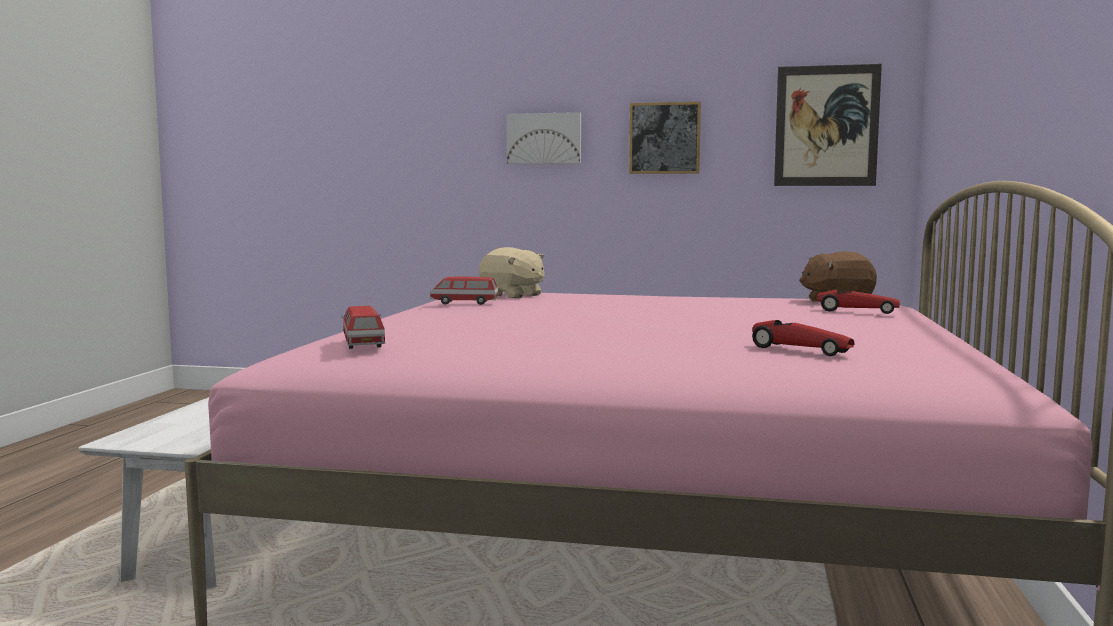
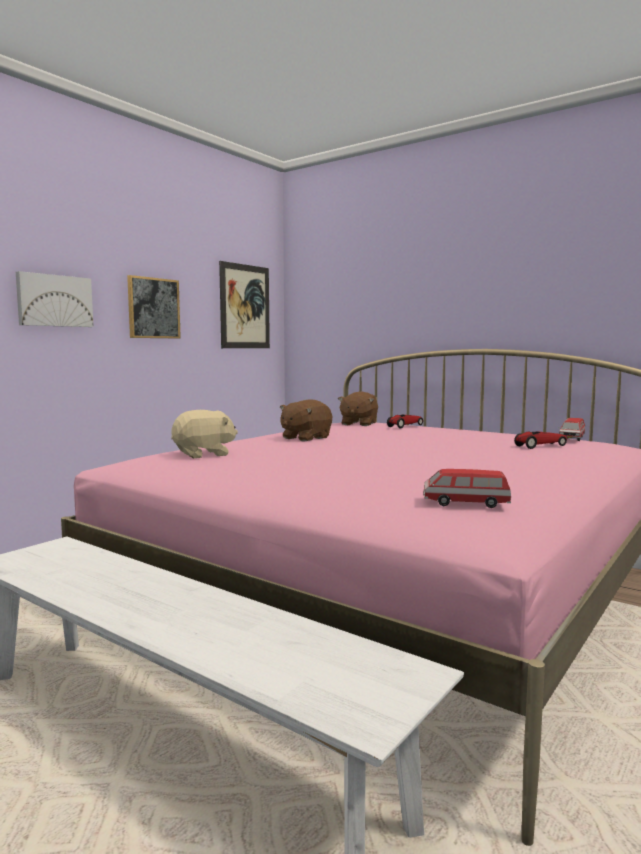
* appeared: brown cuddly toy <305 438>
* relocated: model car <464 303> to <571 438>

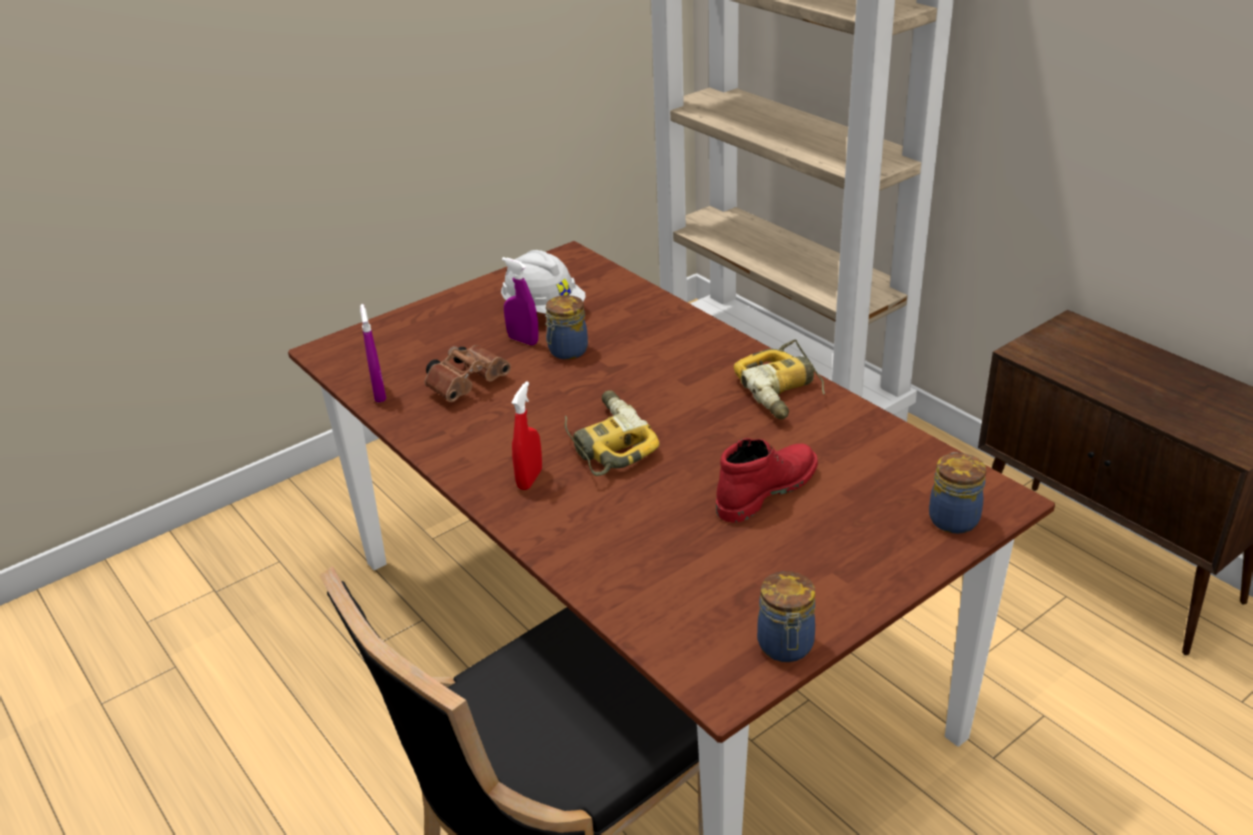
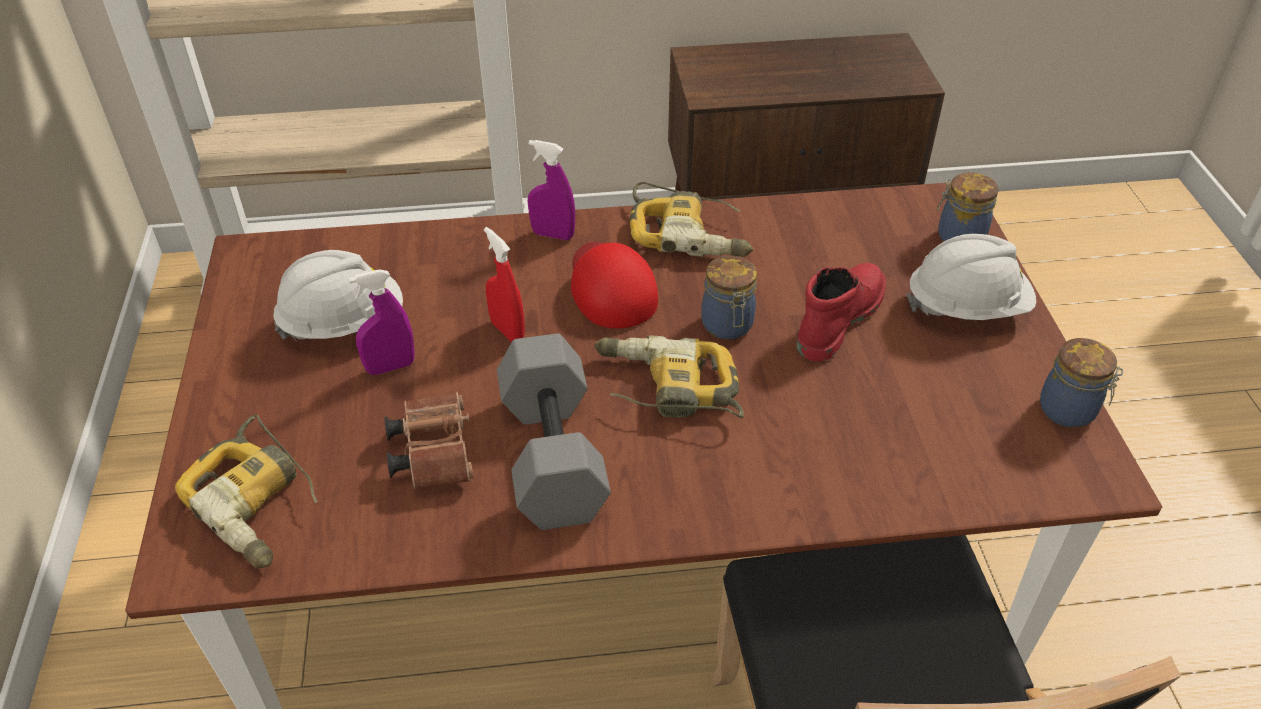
* appeared: power drill <259 503>
* relocated: reddish sprayer <529 479> to <507 331>
* appeared: greyish dumbbell <549 454>
* relocated: purplish sprayer <379 394> to <553 235>
* appeared: reddish cap <611 287>
* relocated: storage jar <566 351> to <727 326>
* spun: reddish boot <765 490> = <838 318> 45 degrees clockwise
* appeared: white hard hat <966 307>

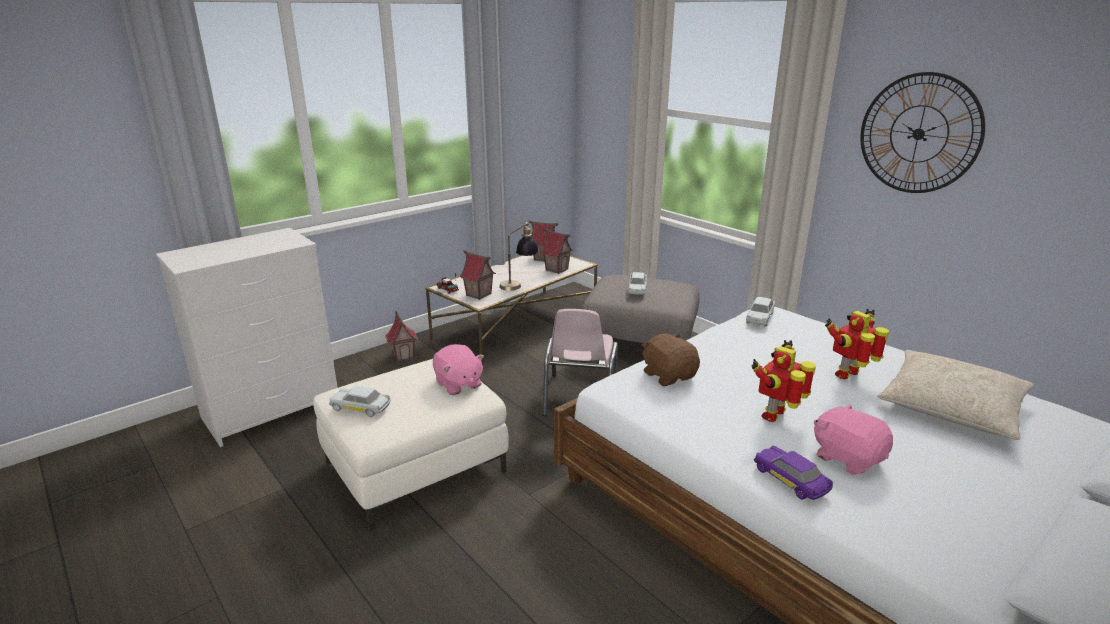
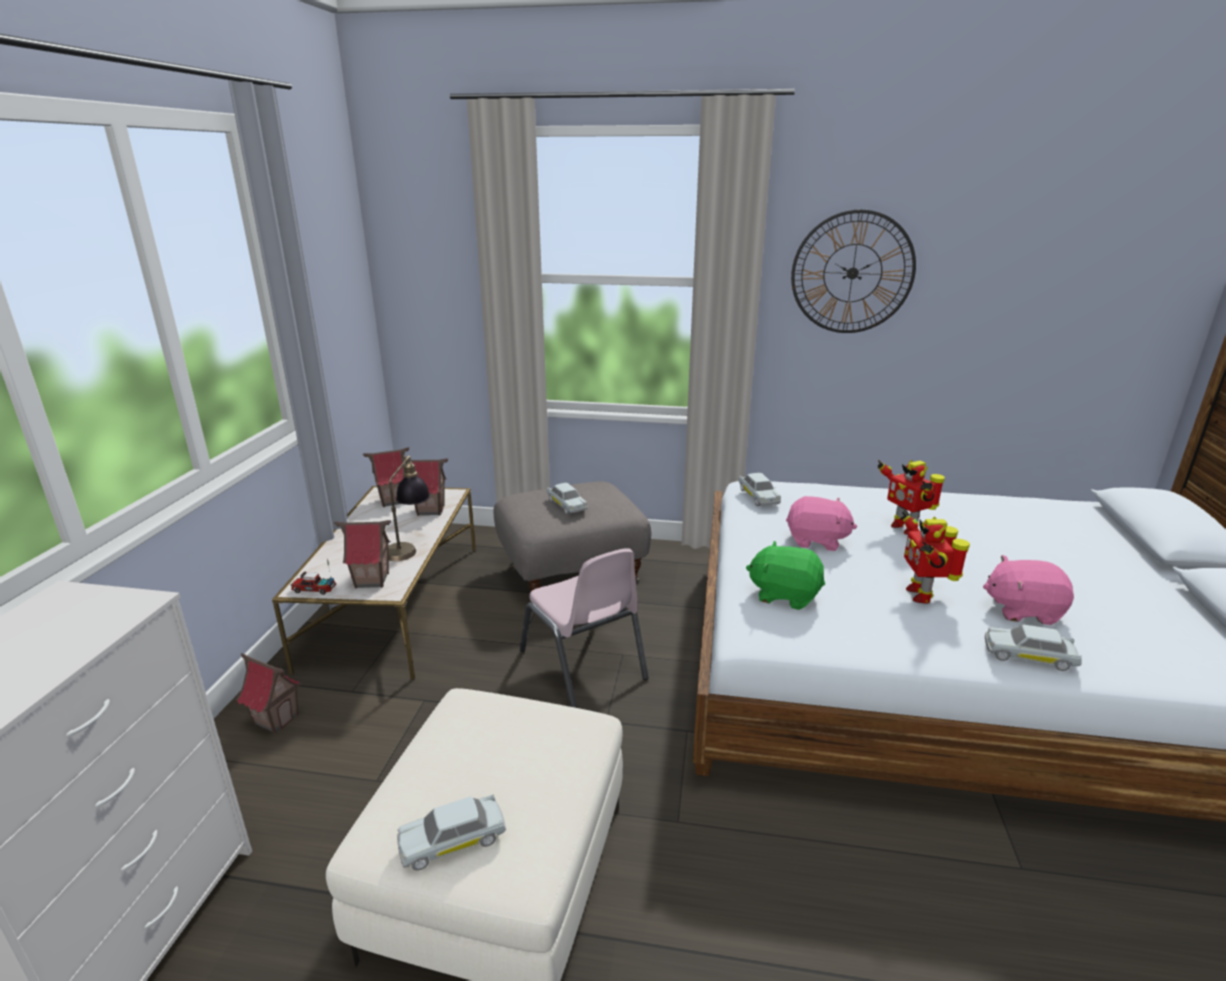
* colour: brown cuddly toy <669 375> to green-coloured cuddly toy <784 595>
* relocated: pinkish cuddly toy <458 384> to <816 541>
* spun: model robot <849 375> = <904 527> 45 degrees counterclockwise
* colour: purplish model car <790 480> to white model car <1029 656>
* missing: beige cushion <951 406>

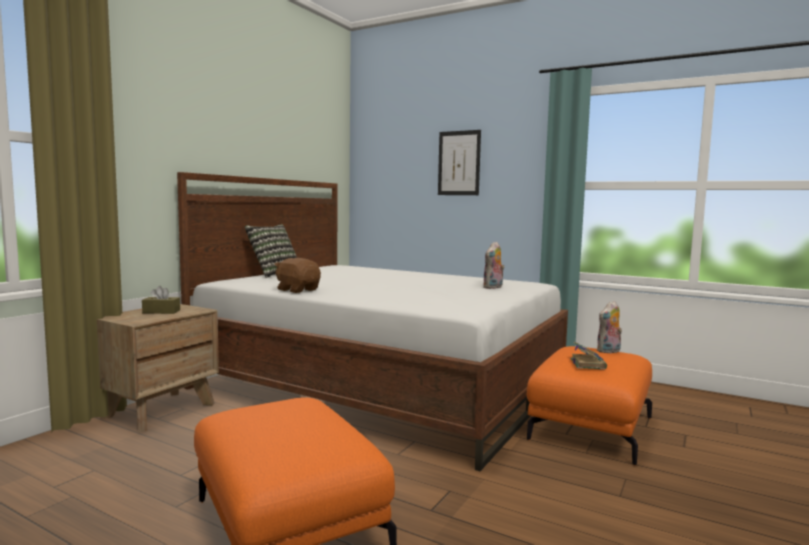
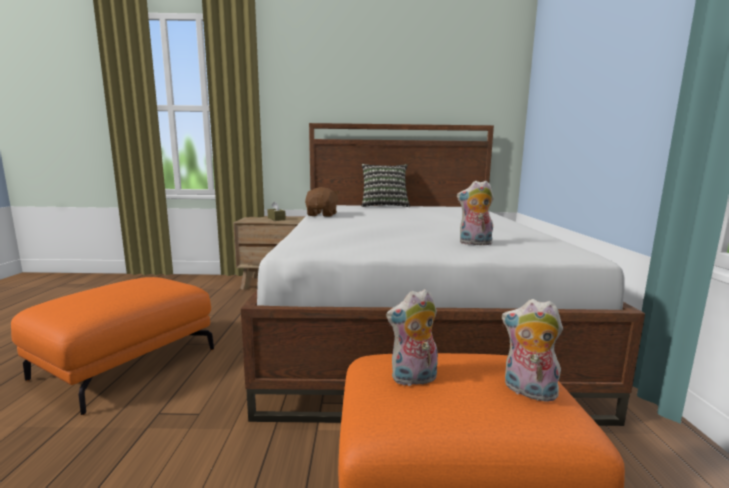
* exchanged: volume <587 363> to cuddly toy <413 379>
* missing: picture <459 163>

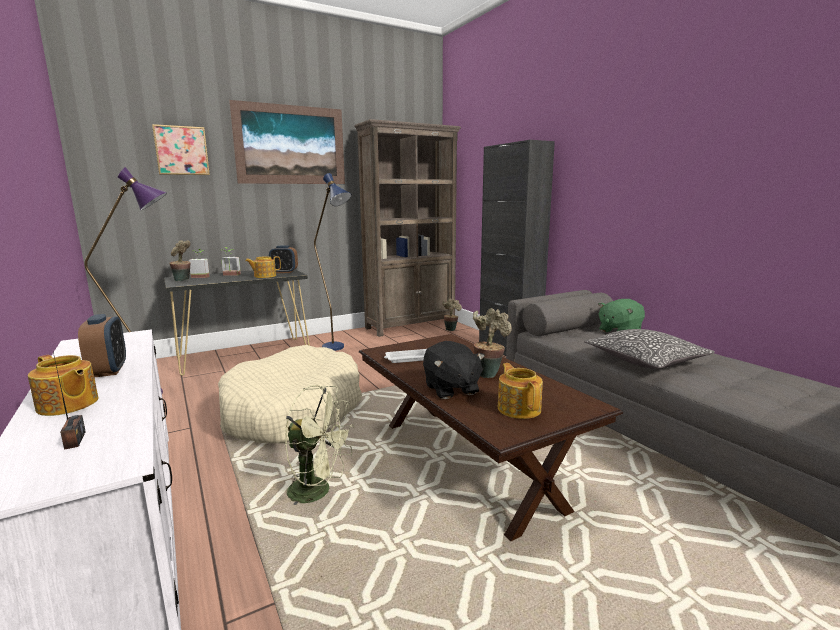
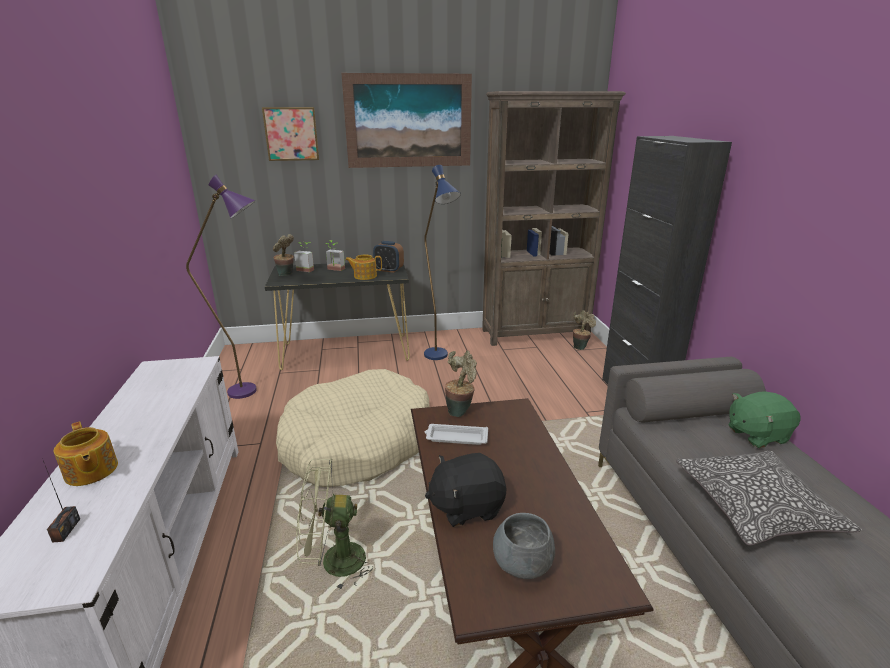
* spun: green-coloured cooling fan <318 492> = <333 563> 135 degrees clockwise
* spun: blackish cuddly toy <451 389> = <466 506> 75 degrees clockwise
* relocated: potted plant <489 373> to <460 411>
* exchanged: tea pot <519 408> to greyish deep dish <522 565>
* missing: bedside clock <108 371>

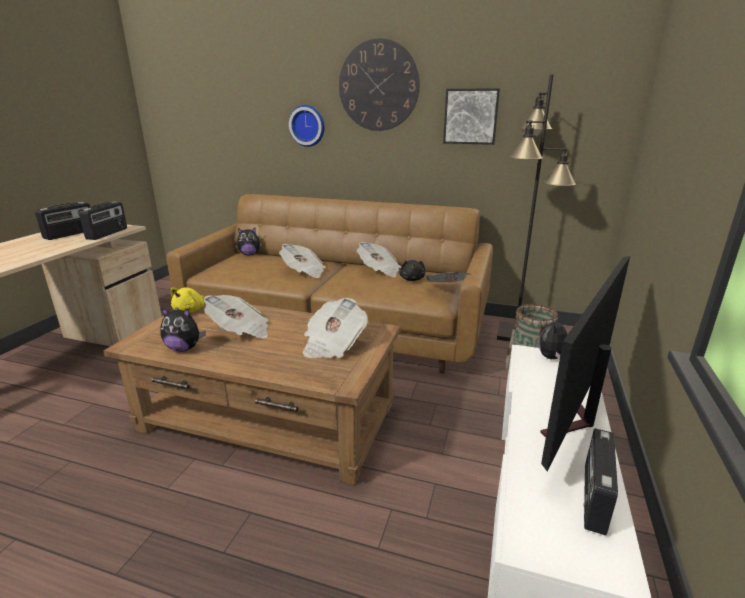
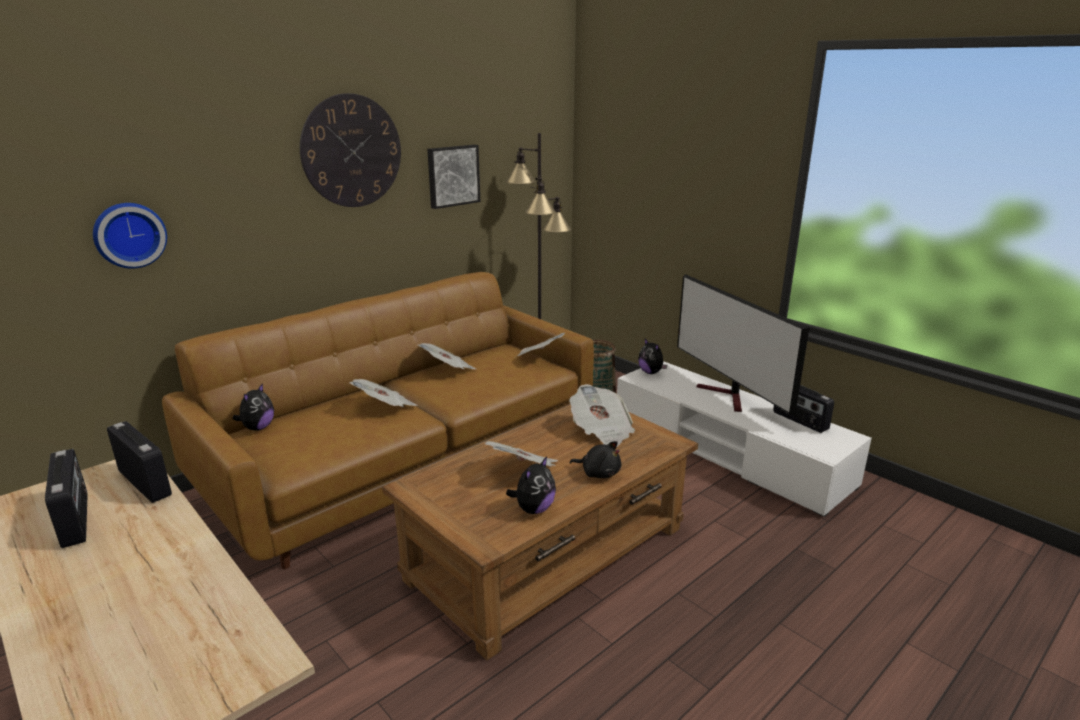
* relocated: hanging clock <308 125> to <129 234>
* relocated: blackish cuddly toy <412 279> to <598 473>
* missing: yellow-coloured cuddly toy <190 310>

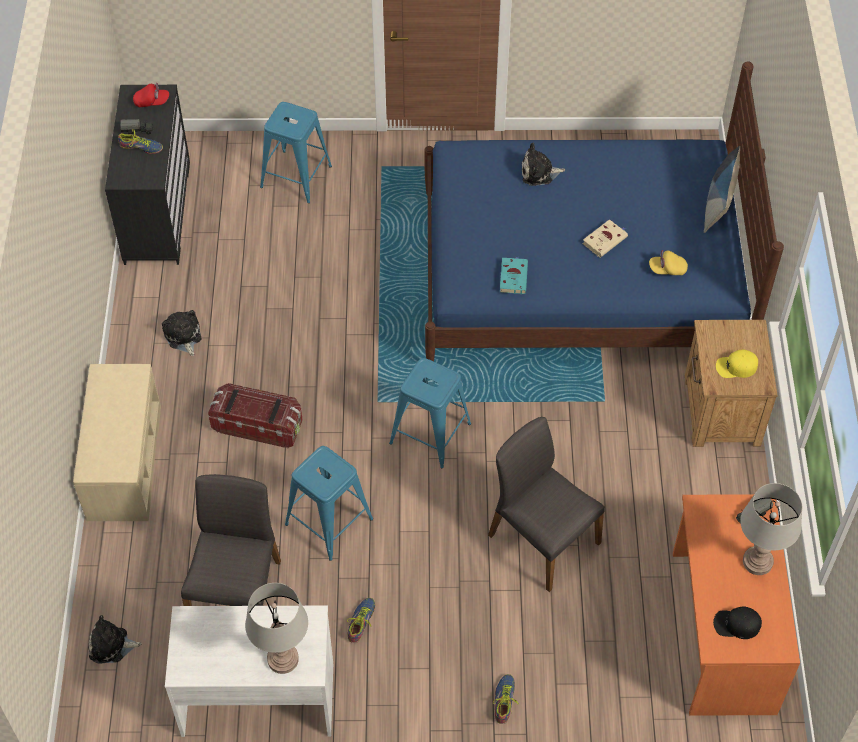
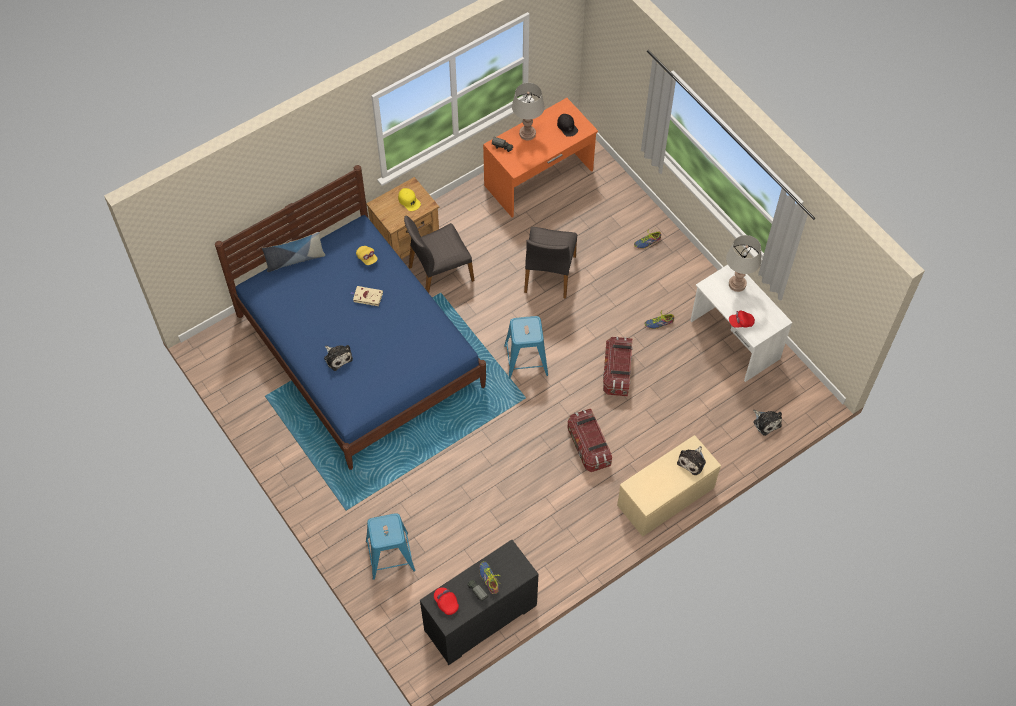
* relocated: greyish chair <237 593> to <439 273>
* exchanged: bluish stool <329 521> to storage bin <617 372>
* relocated: cuddly toy <183 337> to <692 461>
* appeared: reddish cap <741 322>
* missing: blue-green volume <513 276>

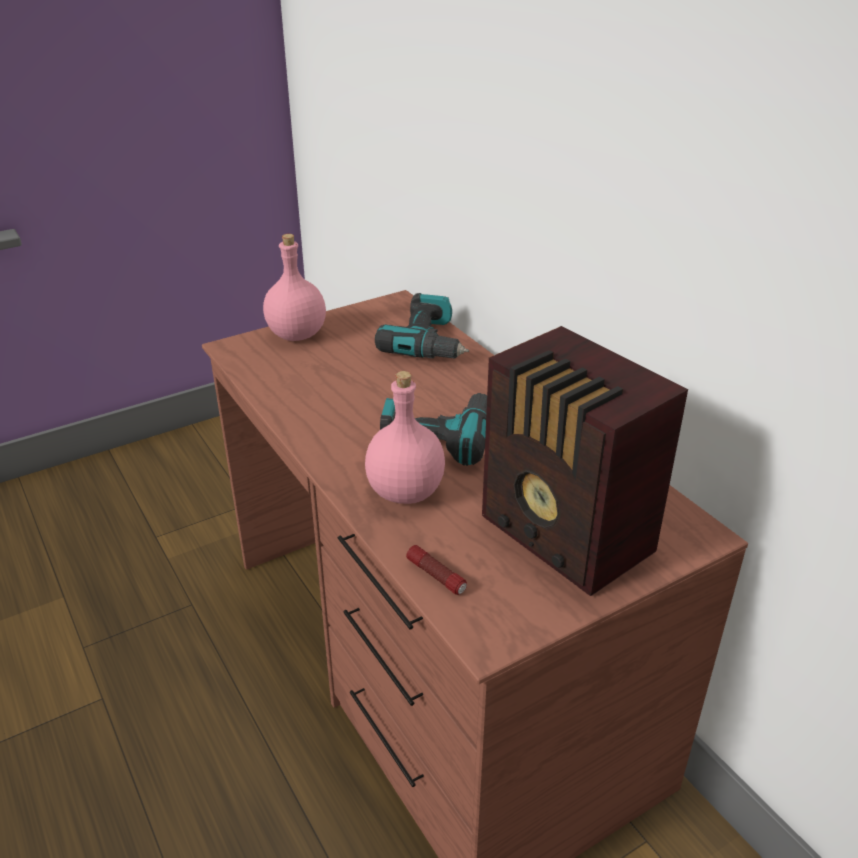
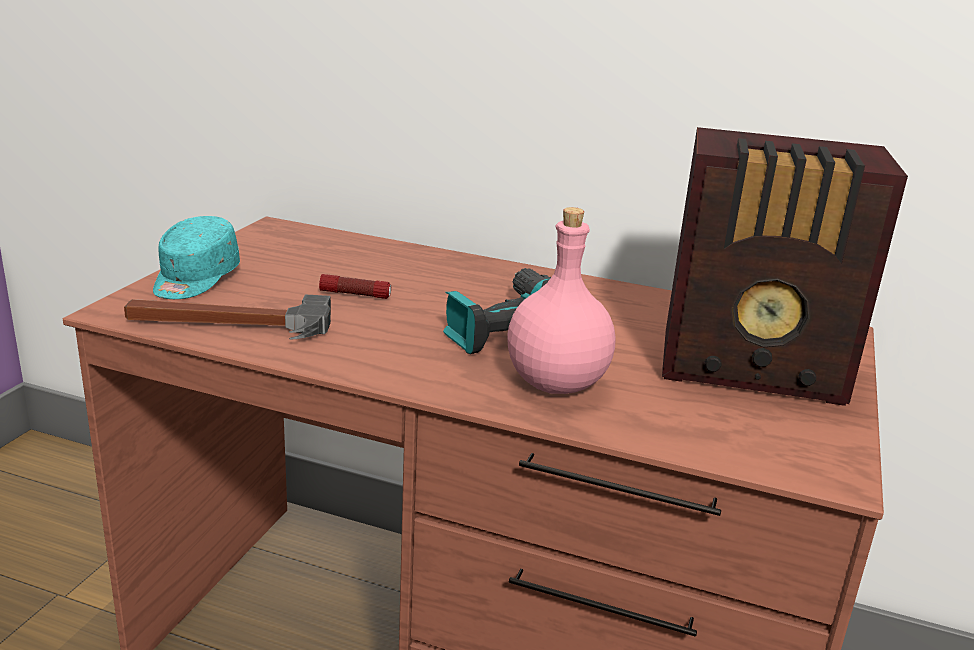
* appeared: hand hammer <228 324>
* exchanged: pinkish bottle <298 334> to blue-green cap <195 279>
* relocated: hand torch <436 576> to <355 294>
* missing: power drill <429 342>

